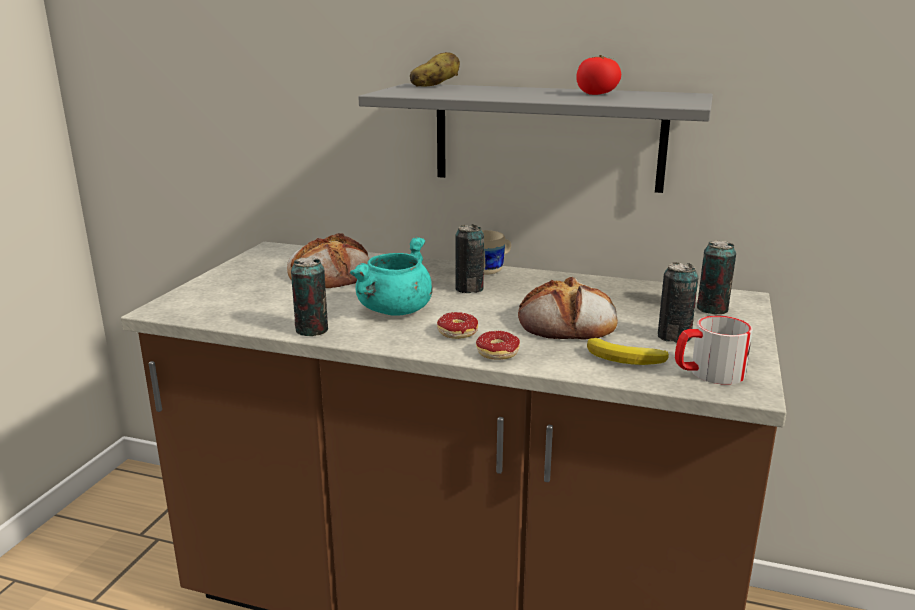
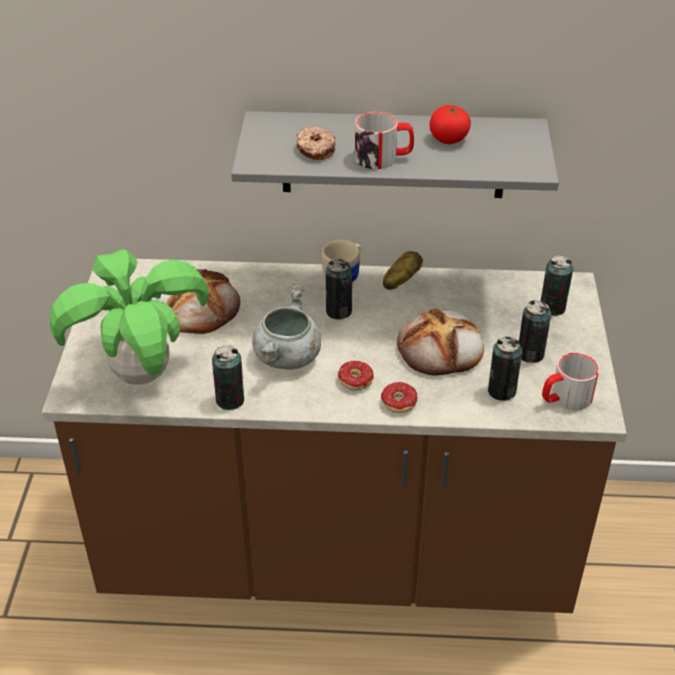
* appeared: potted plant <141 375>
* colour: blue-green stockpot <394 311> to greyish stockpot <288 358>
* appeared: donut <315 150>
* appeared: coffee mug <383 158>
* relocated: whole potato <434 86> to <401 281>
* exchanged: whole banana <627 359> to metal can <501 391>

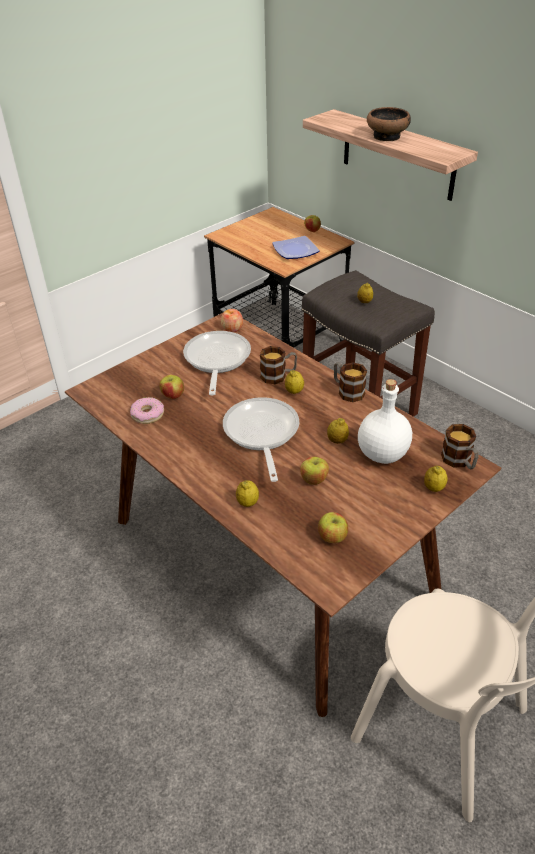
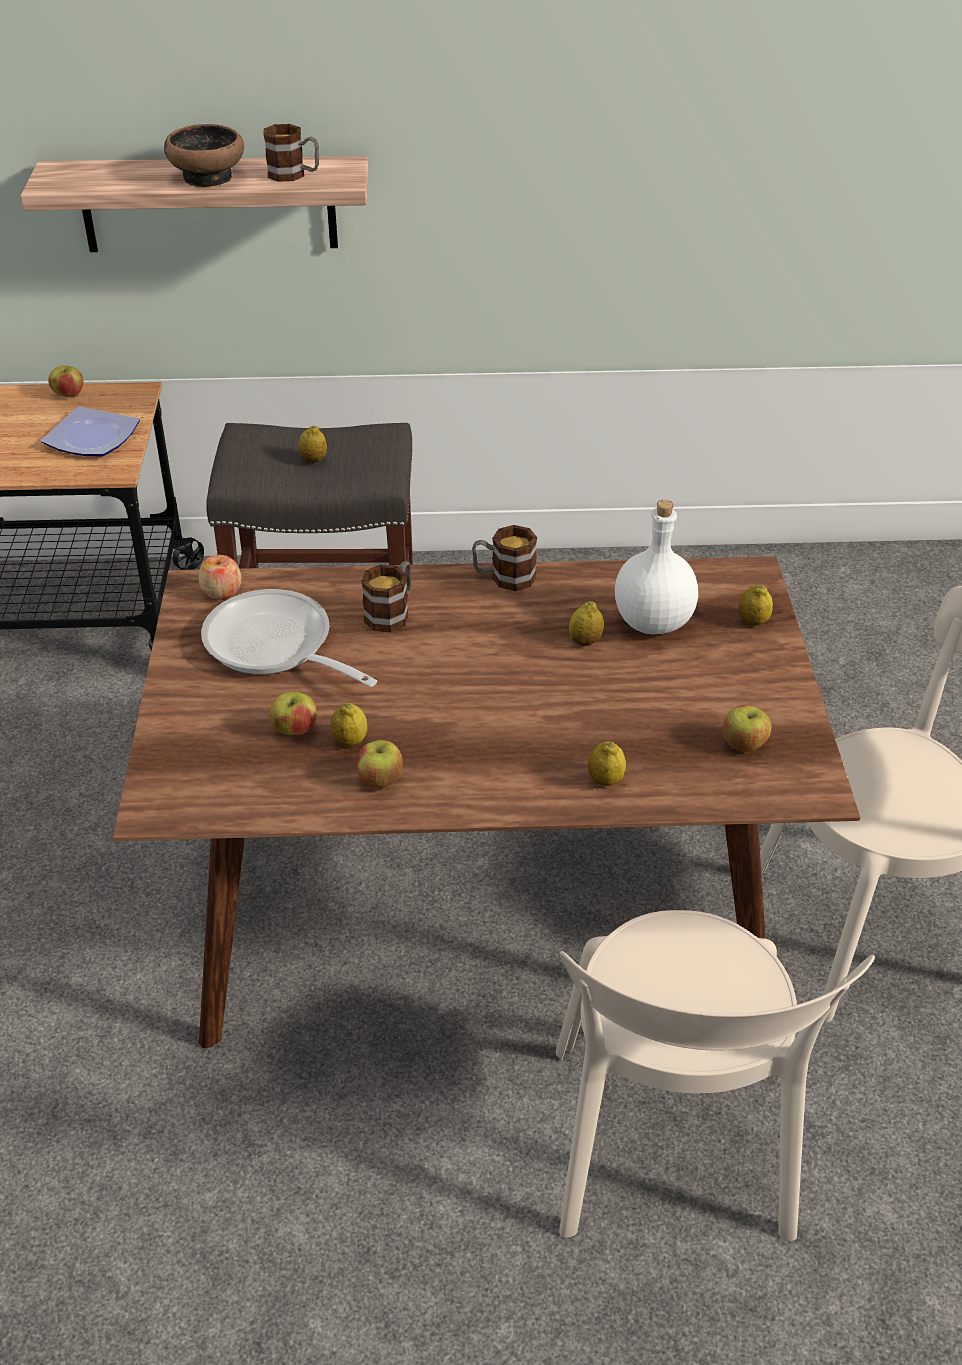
* relocated: coffee mug <459 461> to <294 175>
* relocated: whole lemon <294 391> to <350 741>
* relocated: apple fruit <314 479> to <380 780>
* appeared: beige chair <670 1152>
* missing: donut <148 415>
* missing: pan <261 434>

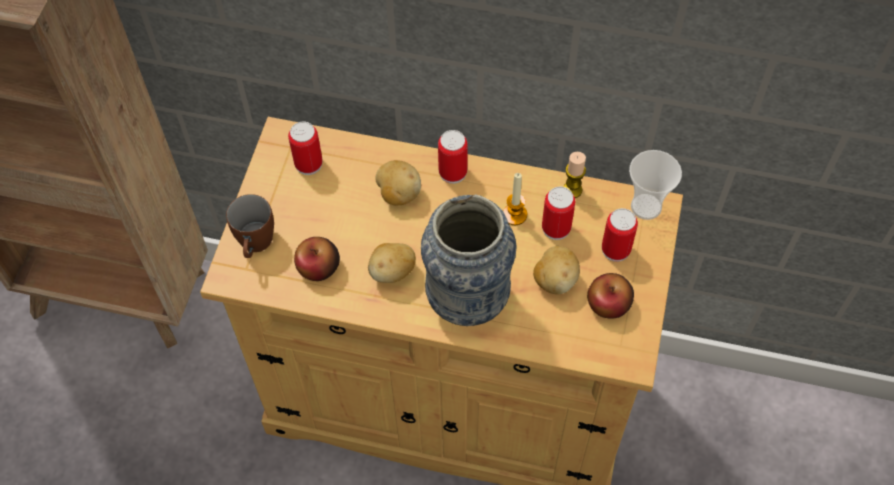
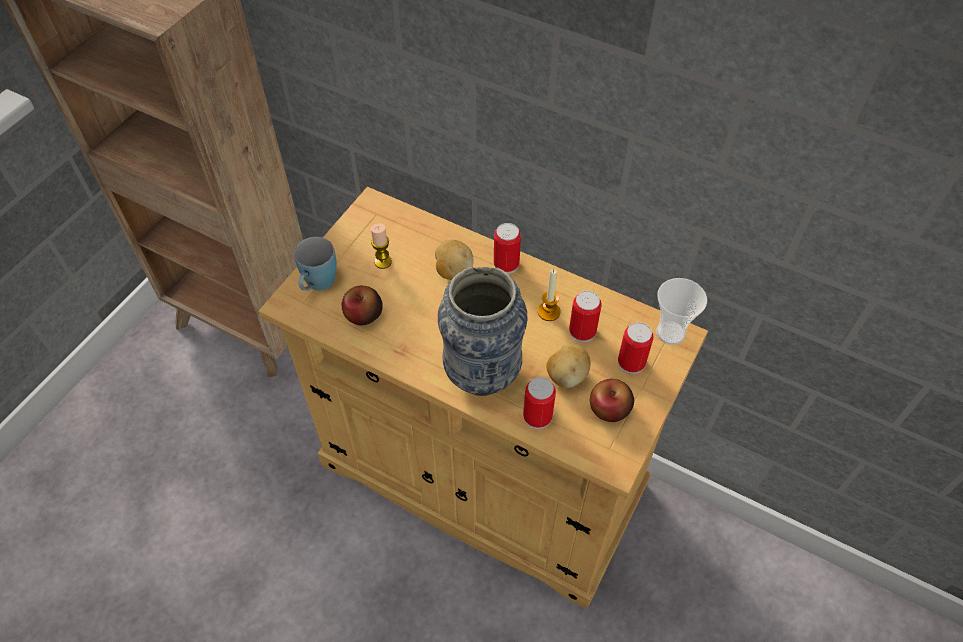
* colour: brown coffee mug <255 246> to bluish coffee mug <317 285>
* relocated: candle <572 190> to <383 262>
* relocated: metal can <308 164> to <537 417>
* missing: whole potato <392 272>

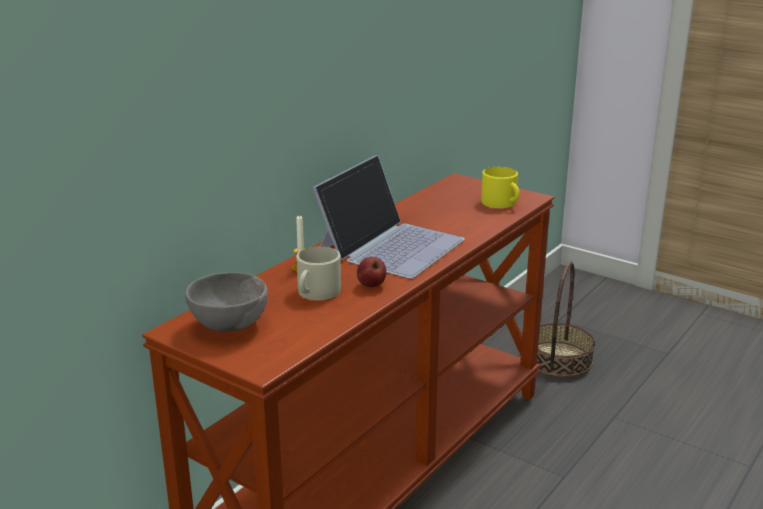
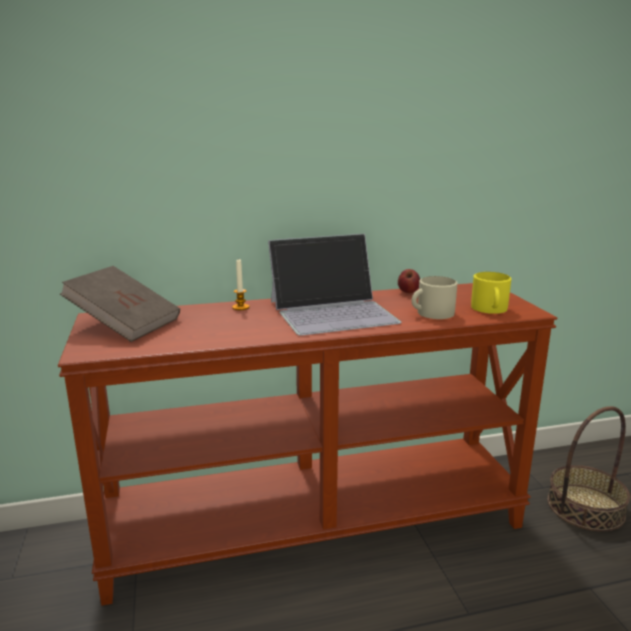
* exchanged: greyish deep dish <230 326> to brown volume <125 324>
* relocated: apple fruit <371 285> to <408 292>
* relocated: beige coffee mug <316 292> to <431 313>

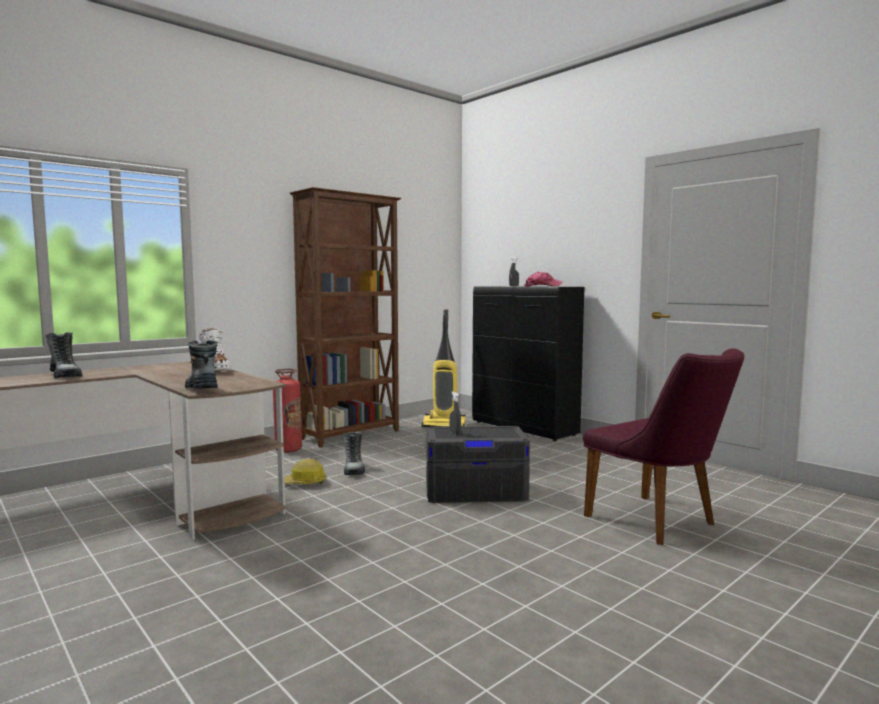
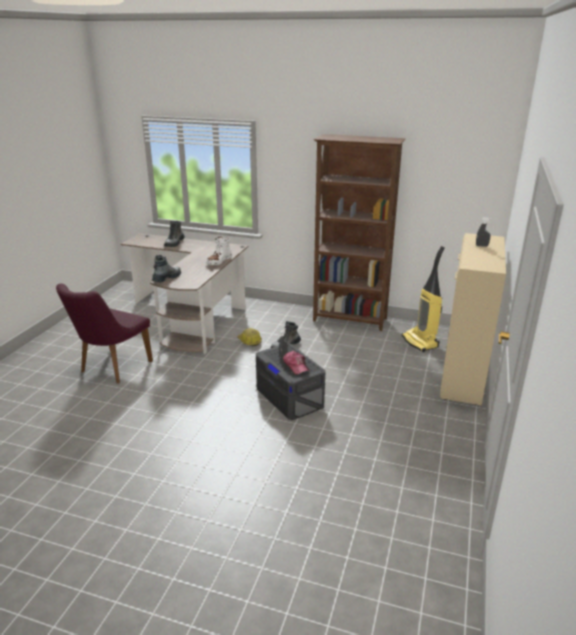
* relocated: purplish chair <659 523> to <111 369>
* relocated: cap <542 286> to <296 366>
* colour: blackish cabinet <524 428> to beige cabinet <462 376>
* missing: fire-fighting cylinder <288 450>

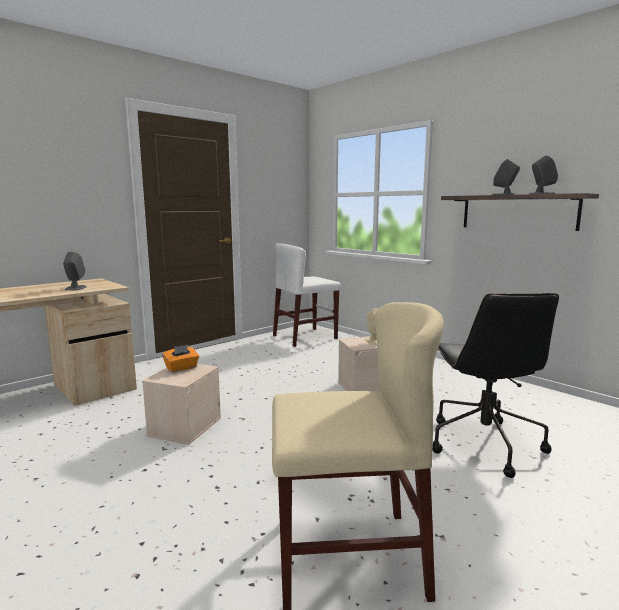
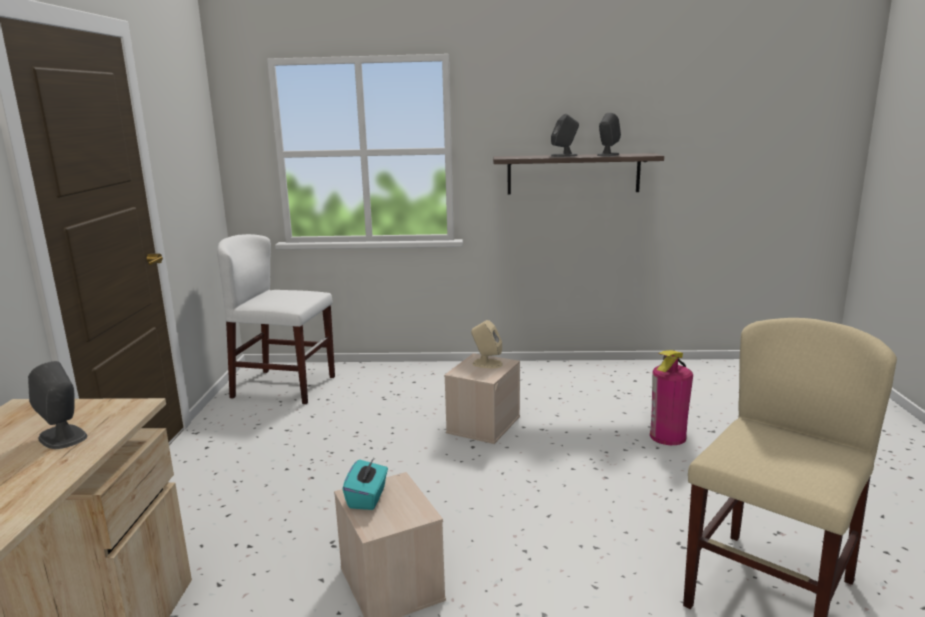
* spun: white chair <305 337> = <284 387> 90 degrees clockwise
* colour: orange box of tissues <181 368> to blue-green box of tissues <367 498>
* exchanged: blackish computer chair <483 443> to fire-fighting cylinder <668 436>

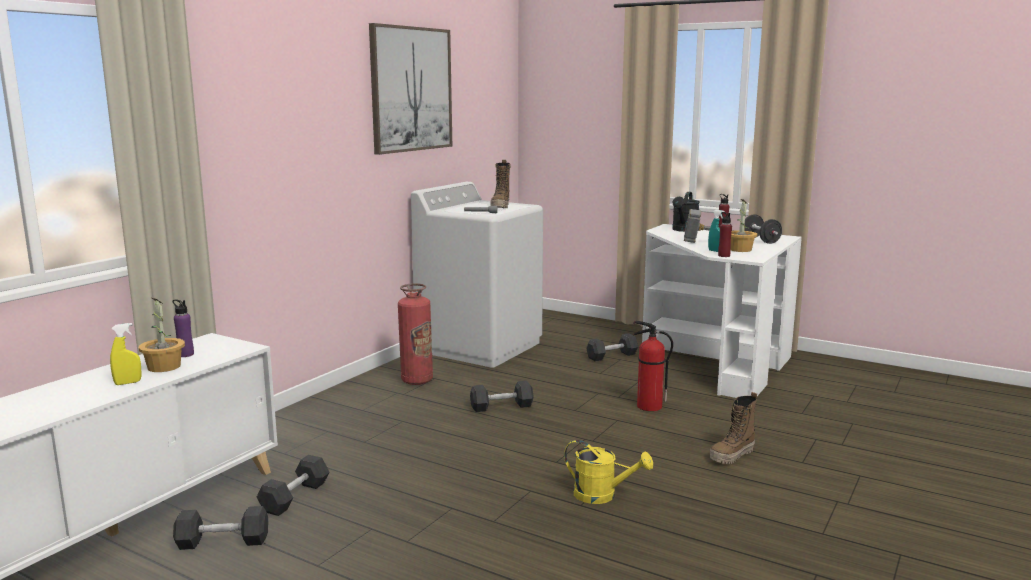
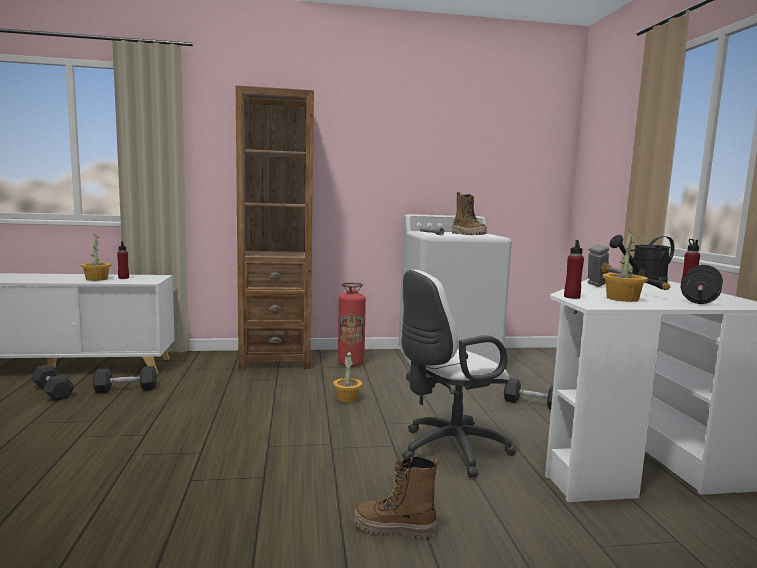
* colour: purplish bottle <185 354> to reddish bottle <123 278>
* appeared: brown shelving unit <276 360>
* exchanged: greyish dumbbell <501 407> to potted plant <347 398>
* exchanged: fire-fighting cylinder <648 406> to white computer chair <448 450>
* spun: boot <501 207> = <468 234> 90 degrees counterclockwise
* missing: yellow-coloured sprayer <128 383>
* missing: picture <411 89>
* missing: yellow-coloured watering pot <602 495>
* missing: blue-green sprayer <715 251>

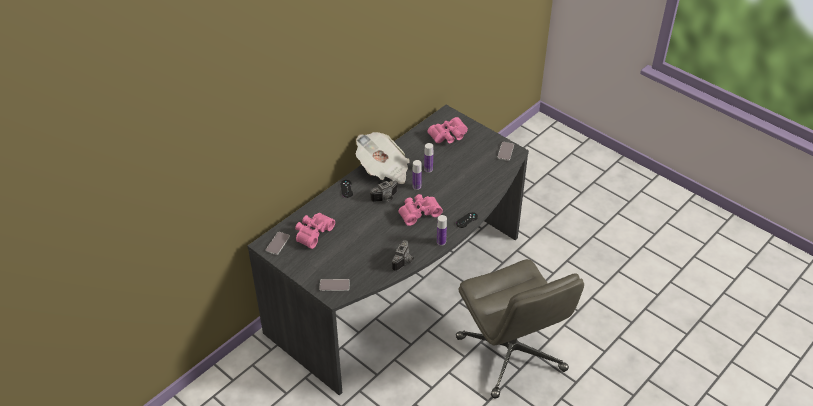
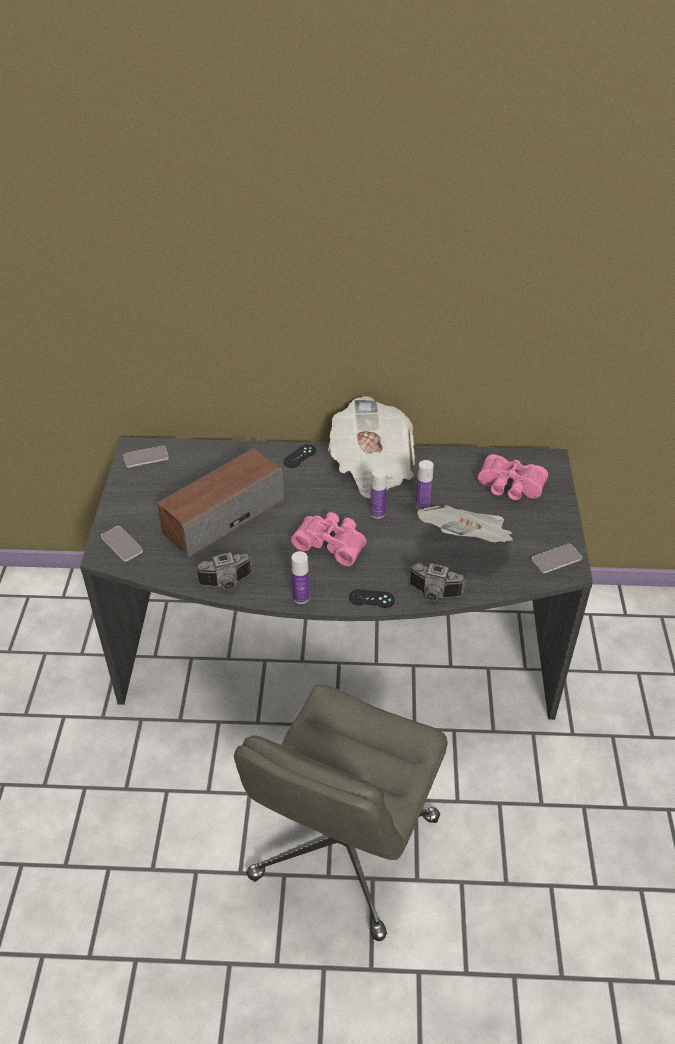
* appeared: loudspeaker <223 516>
* relocated: photo camera <386 198> to <434 594>
* appeared: printed paper <466 541>
* missing: pinkish field glasses <312 233>

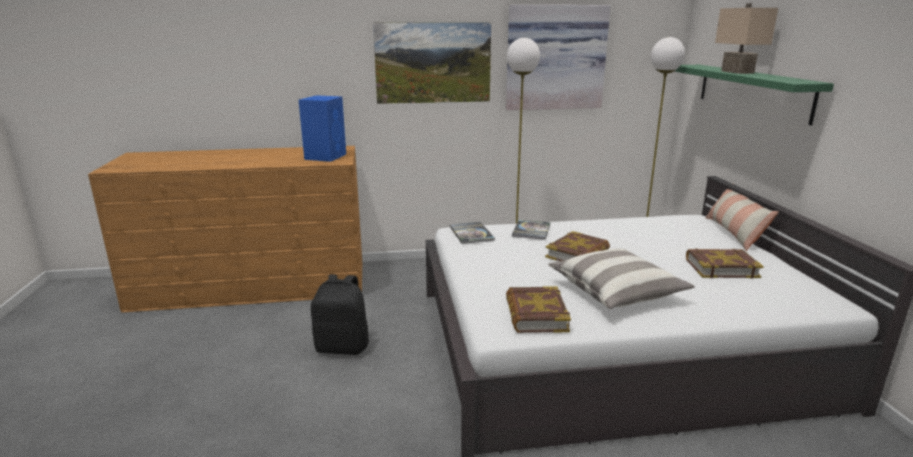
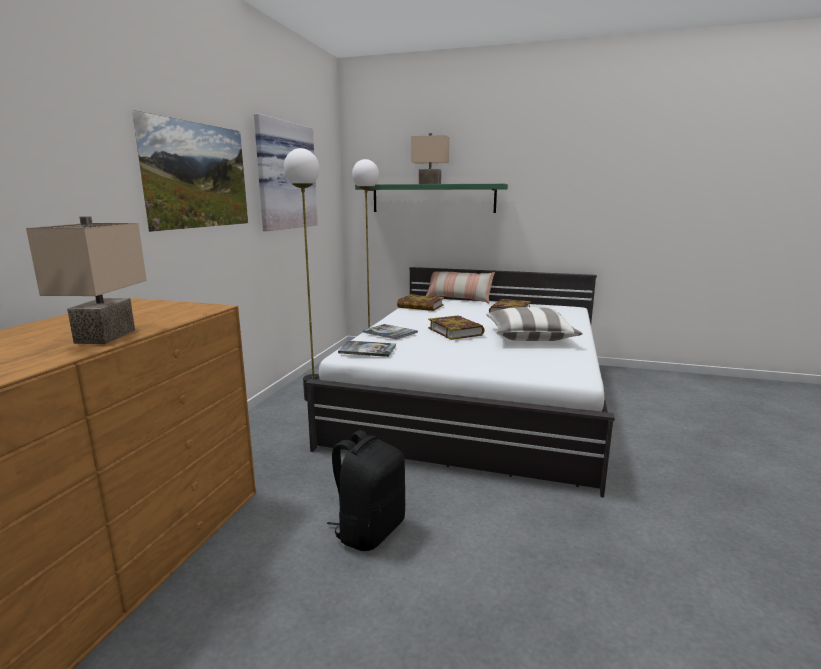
* appeared: beige lamp for a table <108 337>
* relocated: volume <535 315> to <420 306>
* missing: bluish loudspeaker <326 156>

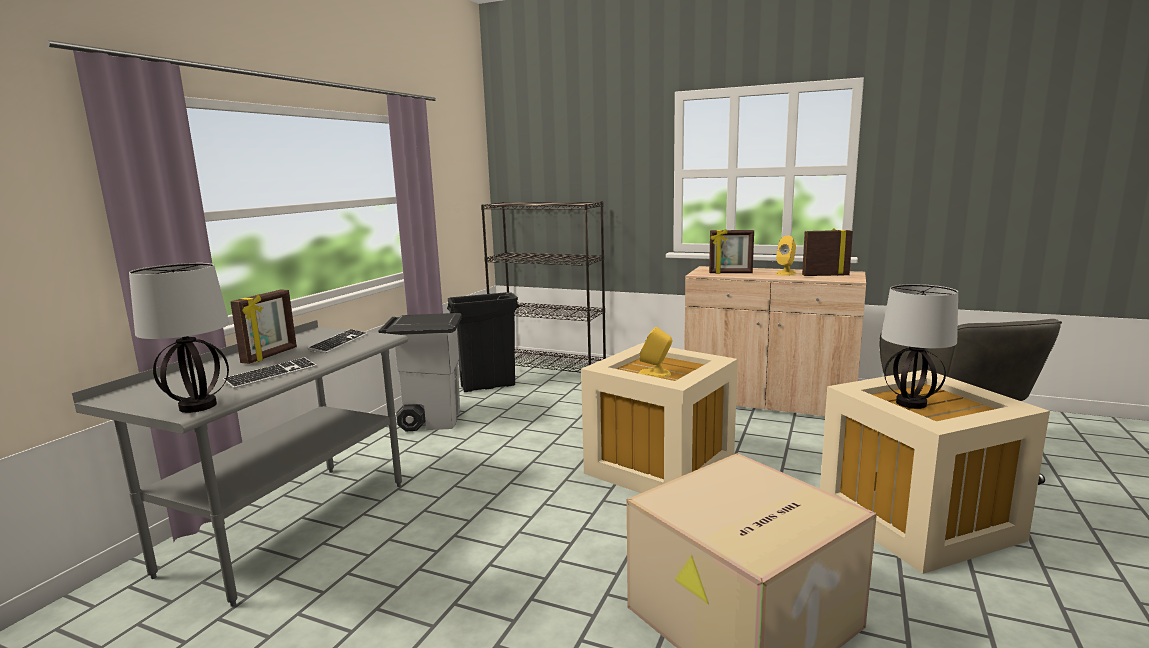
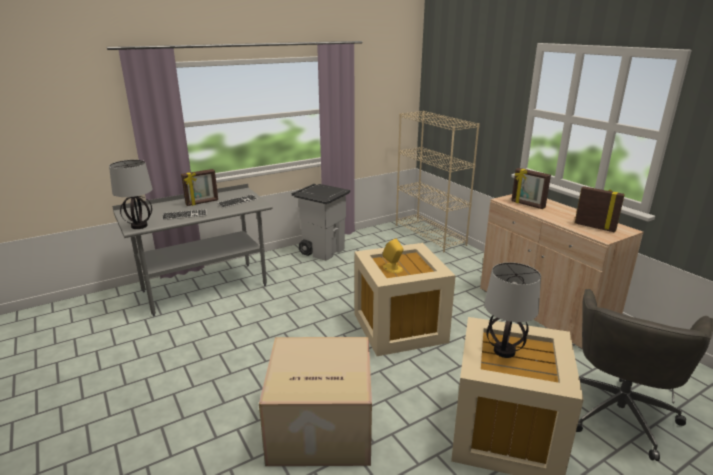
* colour: blackish shelving unit <549 367> to beige shelving unit <430 235>
* missing: blackish waste bin <487 386>
* missing: yellow-coloured loudspeaker <785 273>

